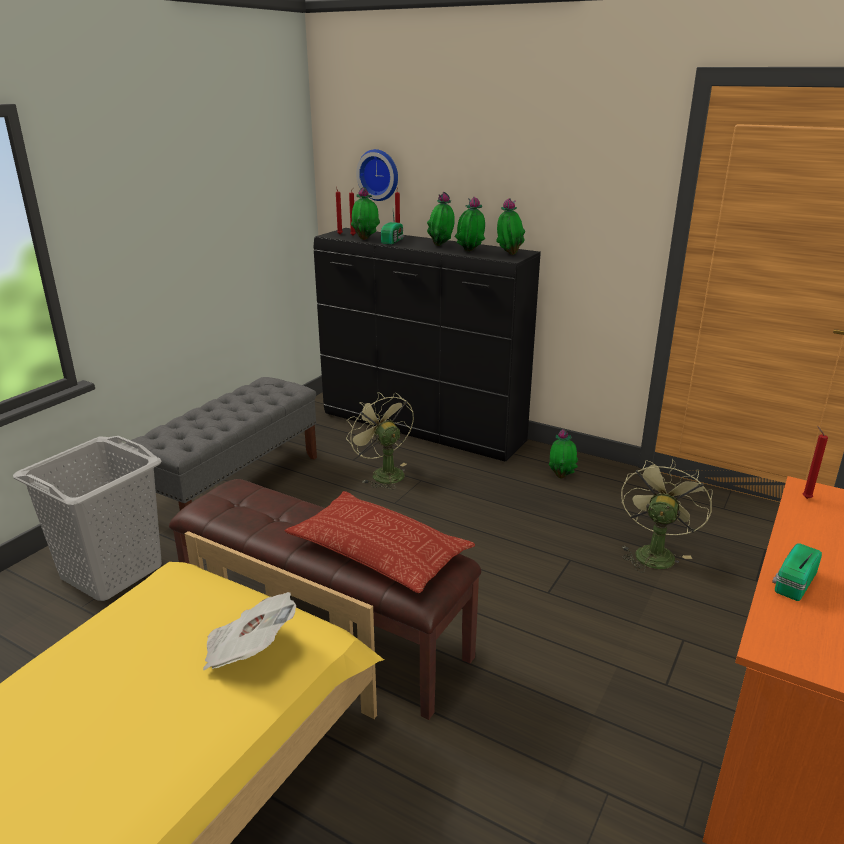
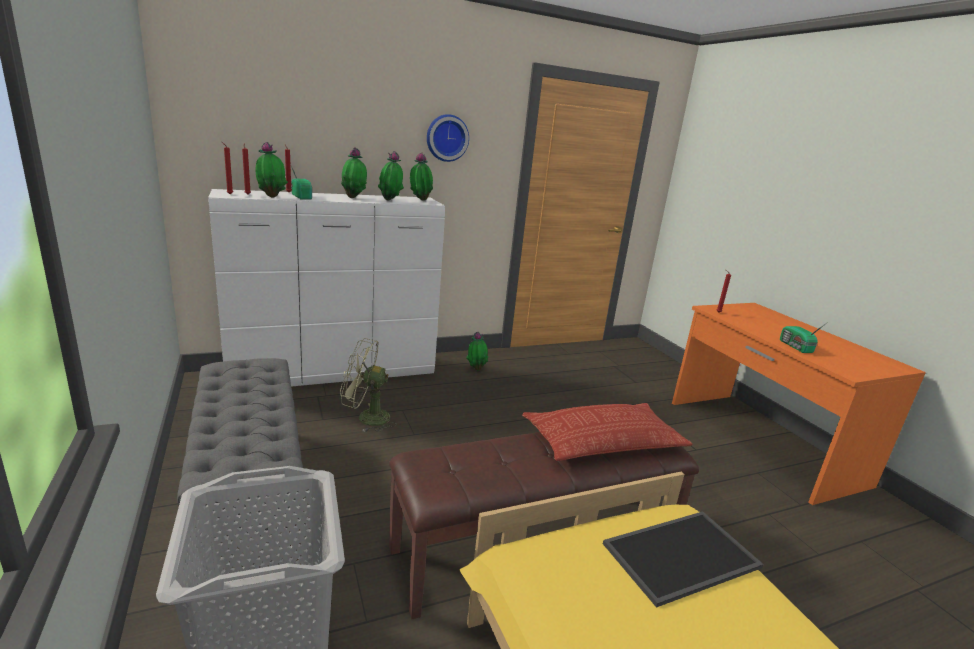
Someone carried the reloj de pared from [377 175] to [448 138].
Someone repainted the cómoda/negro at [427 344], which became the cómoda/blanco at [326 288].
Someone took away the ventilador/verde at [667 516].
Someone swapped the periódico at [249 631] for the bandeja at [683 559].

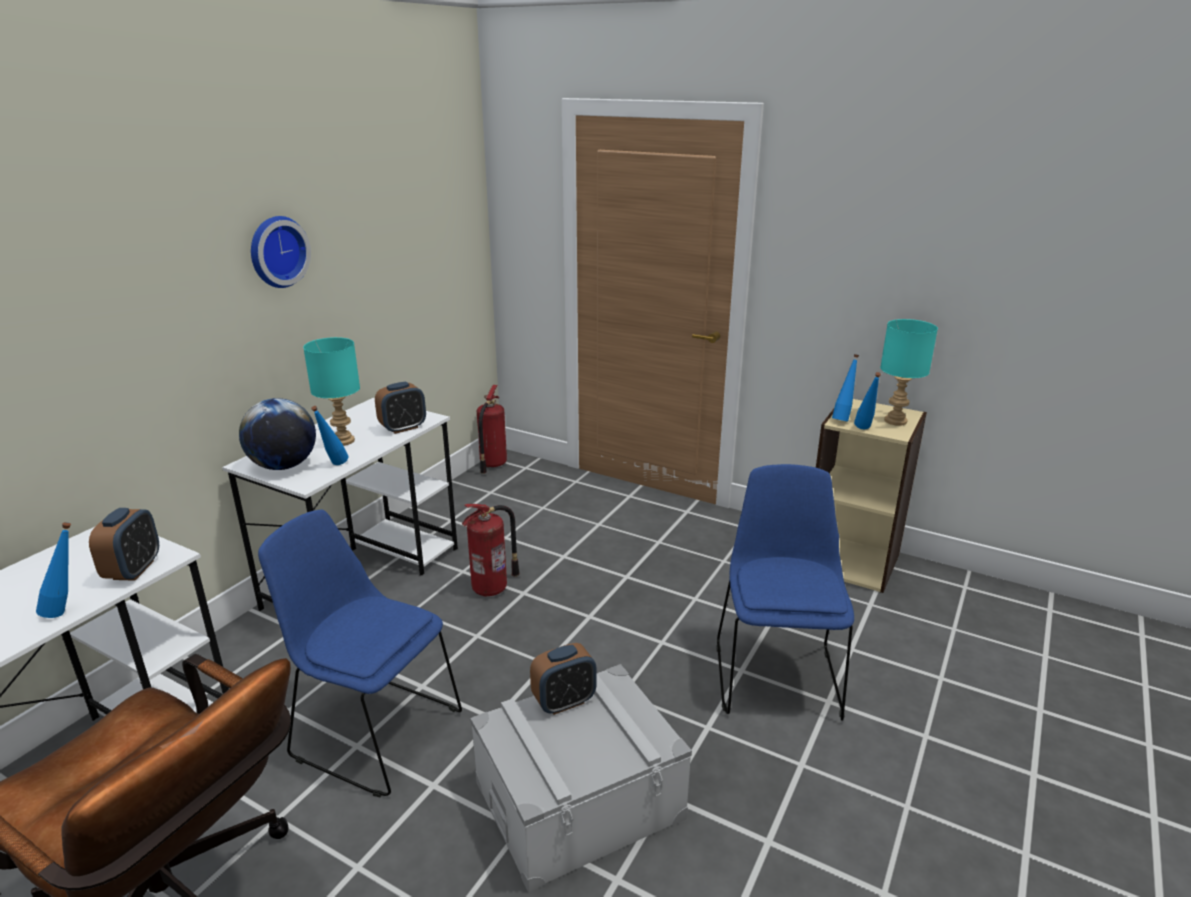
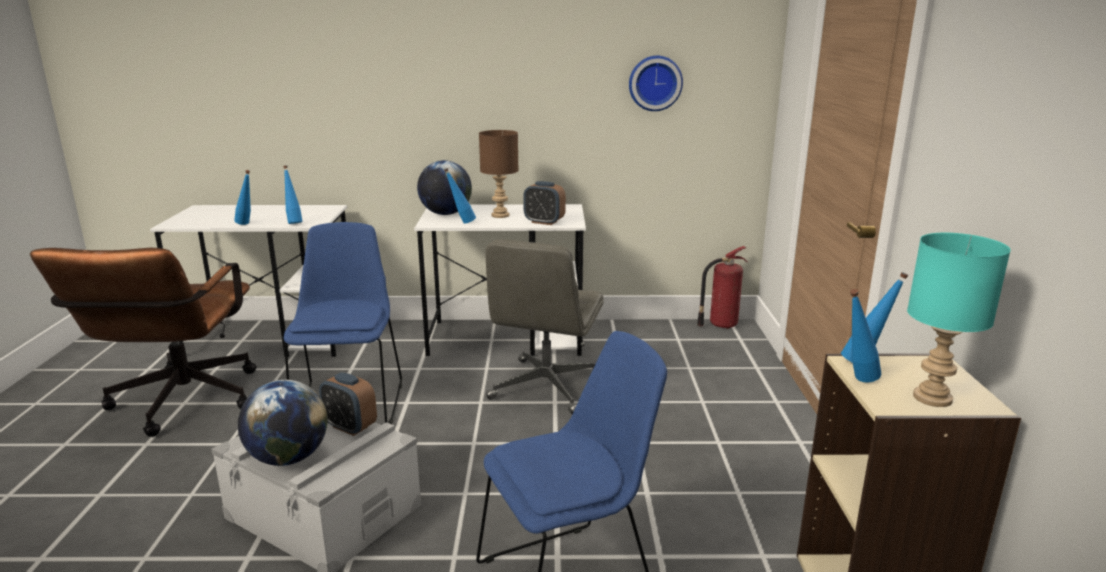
Someone carried the reloj de pared from [281 252] to [656 83].
Someone repainted the lámpara de mesa/turquesa at [331 391], which became the lámpara de mesa/marrón at [499 174].
Someone swapped the extintor at [491 550] for the silla de oficina/gris at [544 326].
Someone swapped the despertador at [124 544] for the botella/azul at [293 195].
Someone put down the globo terráqueo at [283 423].

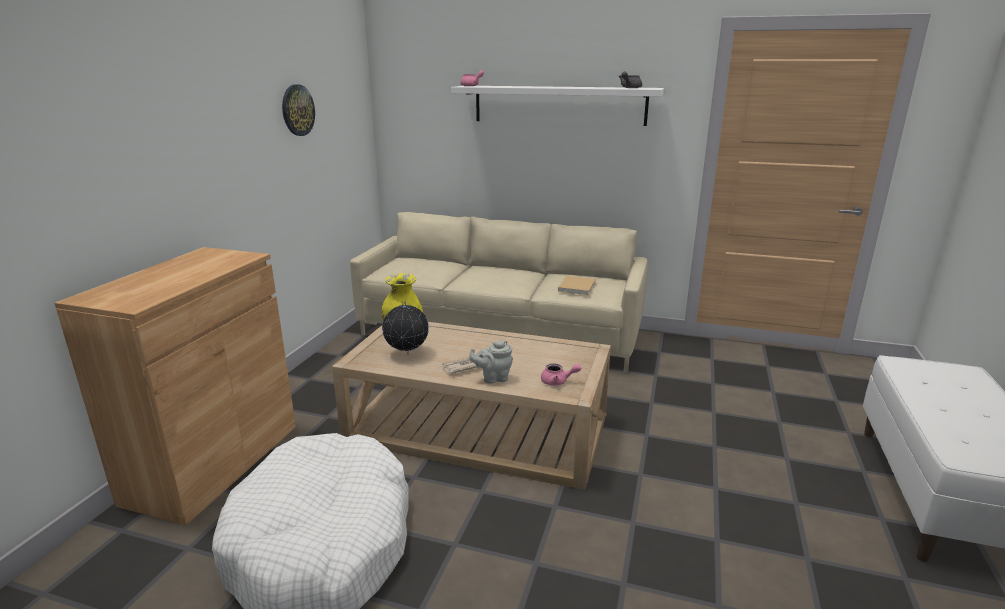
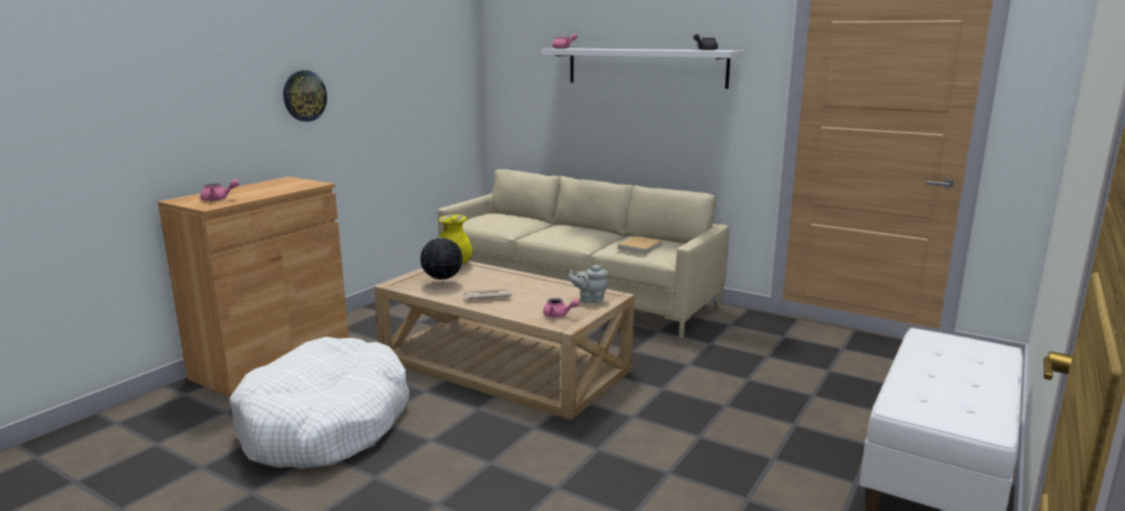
Someone carried the reloj de pared from [298 110] to [305 96].
Someone carried the tetera/gris from [491 362] to [588 284].
Someone put down the tetera/rosa at [219 190].

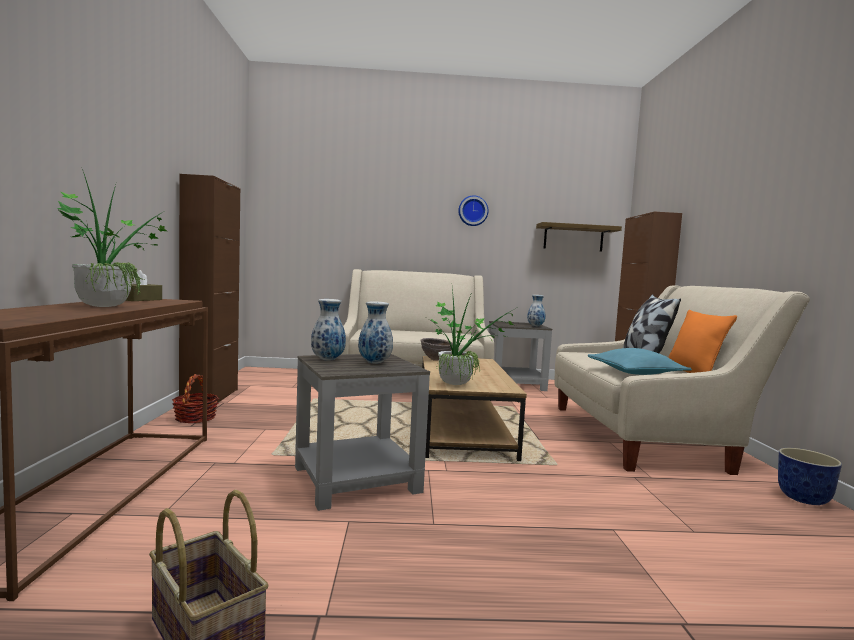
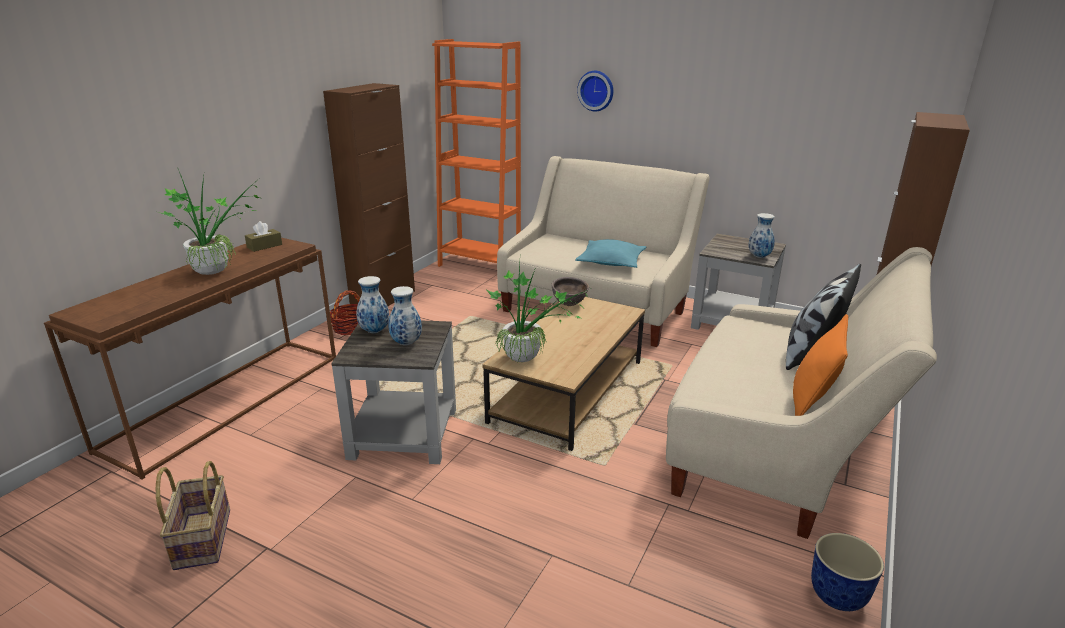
Someone carried the reloj de pared from [473 210] to [595 91].
Someone took away the estante at [579 237].
Someone carried the cojín/turquesa from [640 361] to [610 253].
Someone put down the estantería/naranja at [476 153].

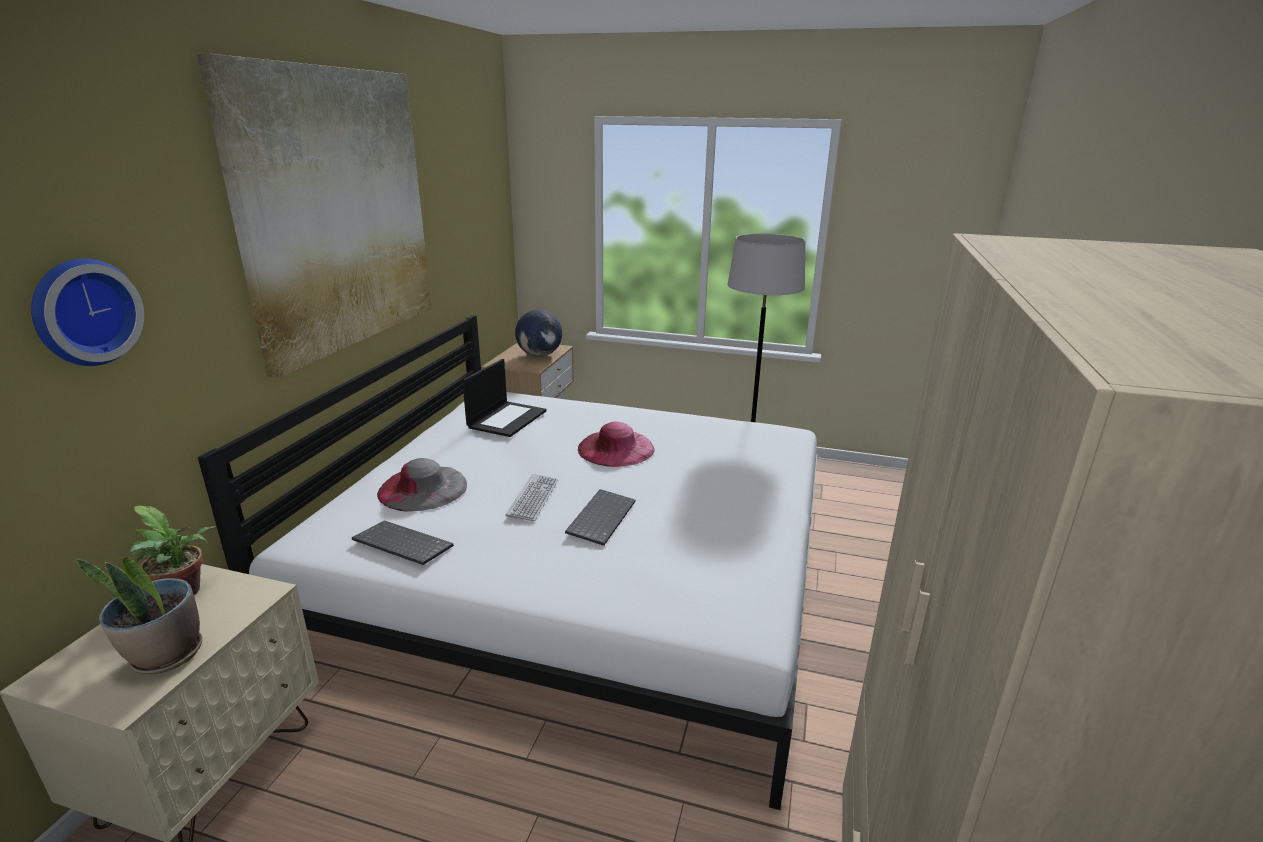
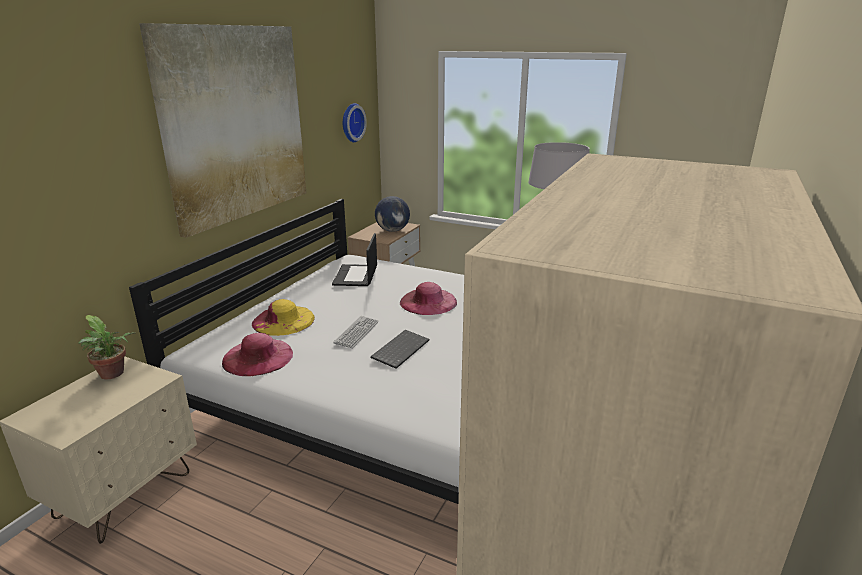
Someone carried the reloj de pared from [87 312] to [355 122].
Someone rotated the portátil at [504 398] by 150 degrees clockwise.
Someone repainted the sombrero/gris at [422 485], which became the sombrero/amarillo at [283 317].
Someone swapped the teclado at [403 542] for the sombrero/rosa at [257 354].
Someone took away the planta en maceta at [139 615].

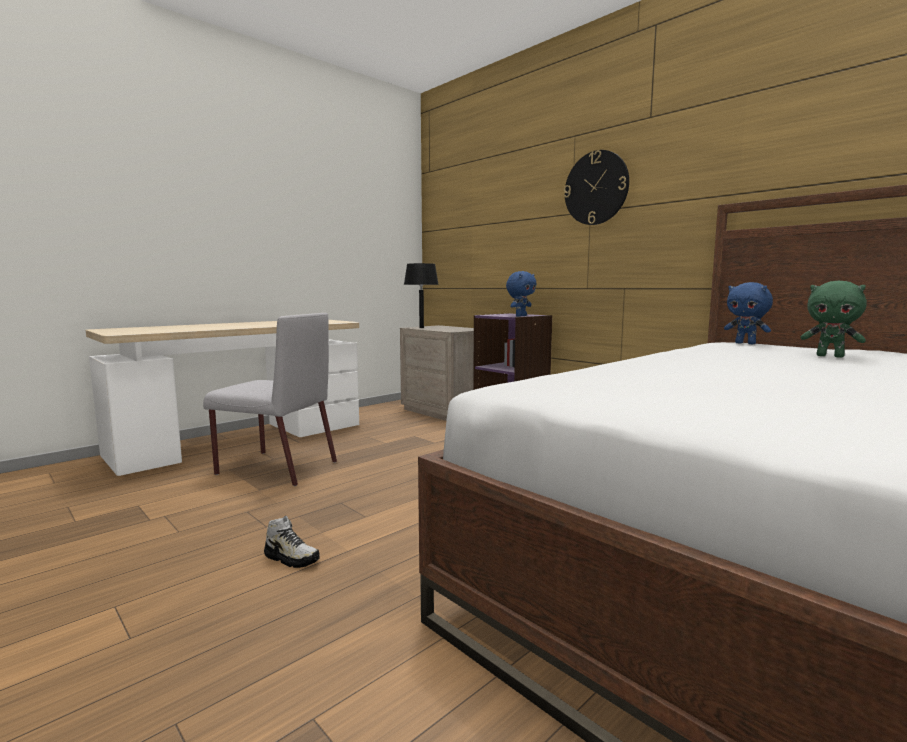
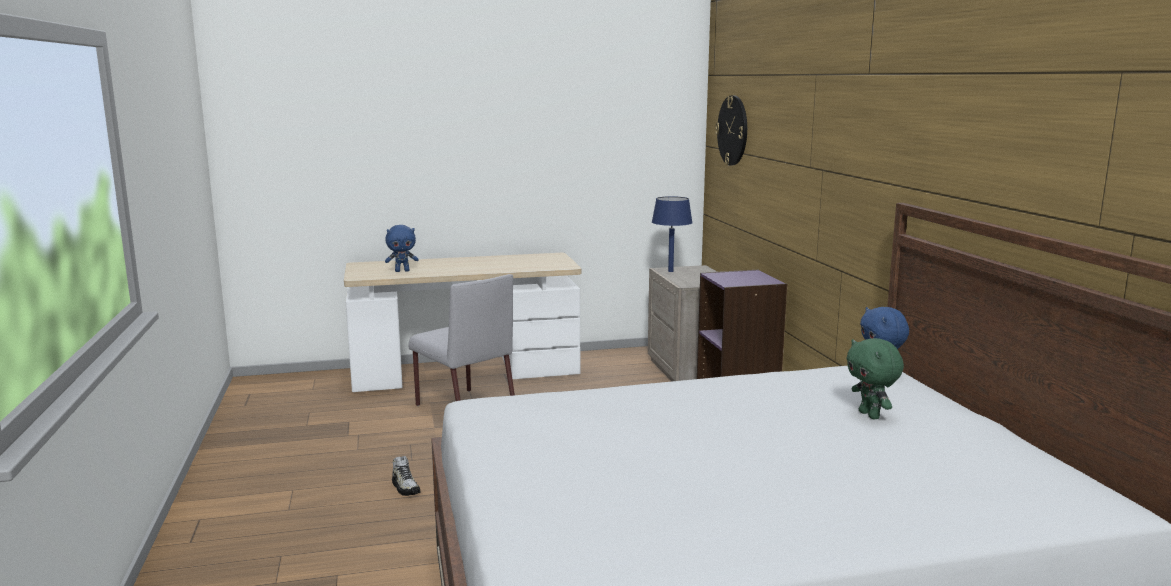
Someone carried the reloj de pared from [596 187] to [731 130].
Someone repainted the lámpara de mesa/negro at [421 295], which became the lámpara de mesa/azul at [672 234].
Someone carried the peluche/azul from [521 294] to [401 248].

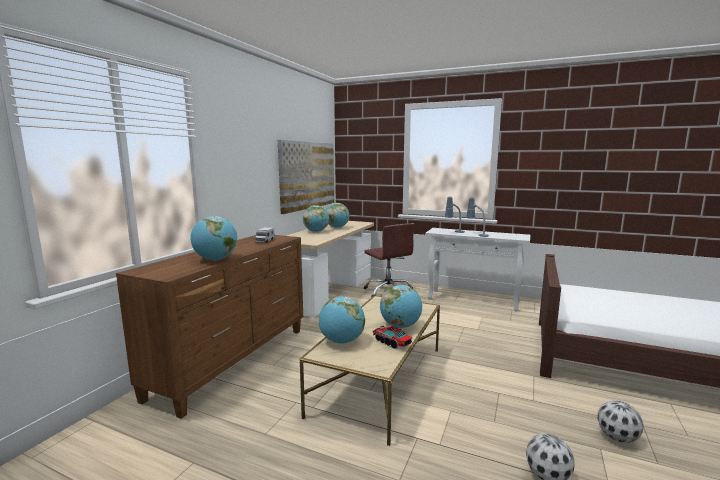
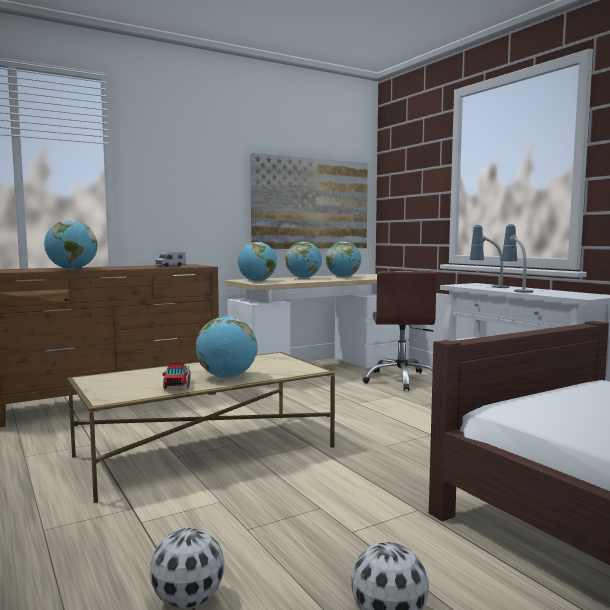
Someone carried the globo terráqueo from [342 319] to [257 262].

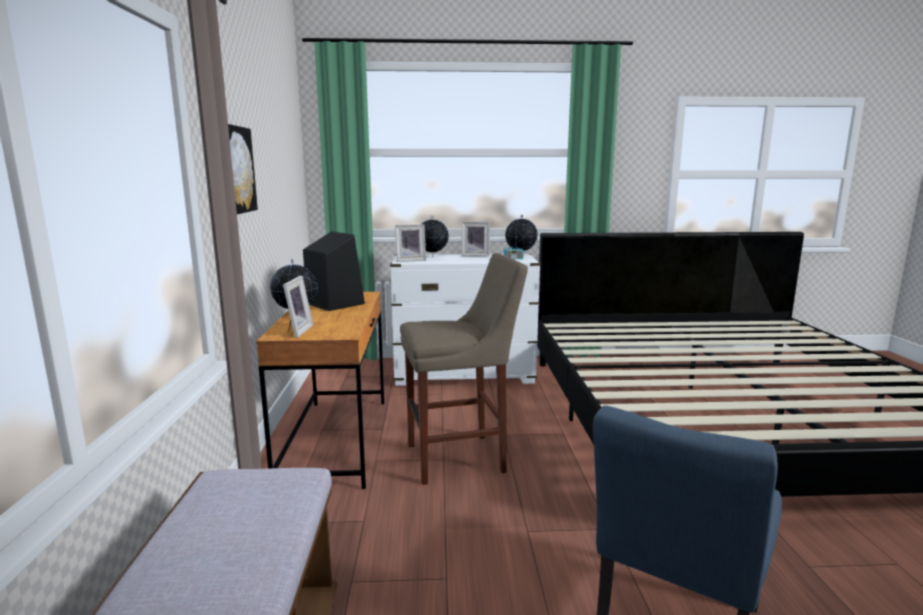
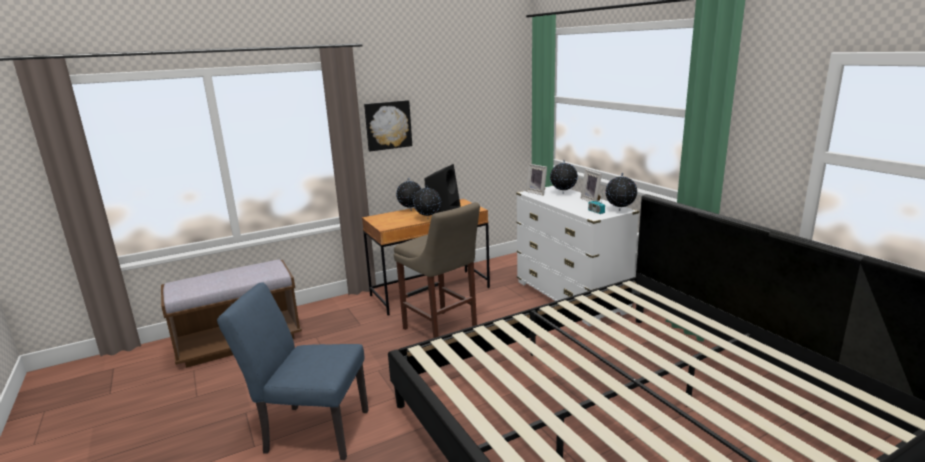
Someone took away the portarretratos at [298 307].
Someone put down the globo terráqueo at [427 201].

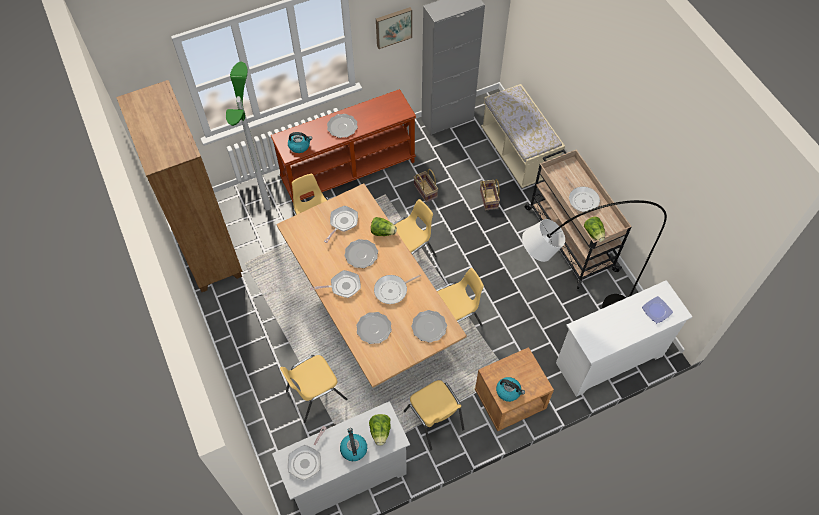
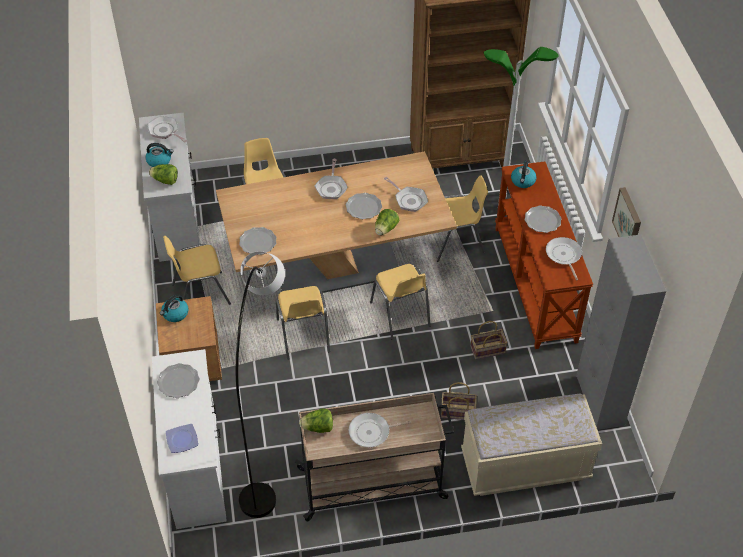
Someone carried the sartén from [397 289] to [564 259].
Someone carried the plato from [374 328] to [178 380].

